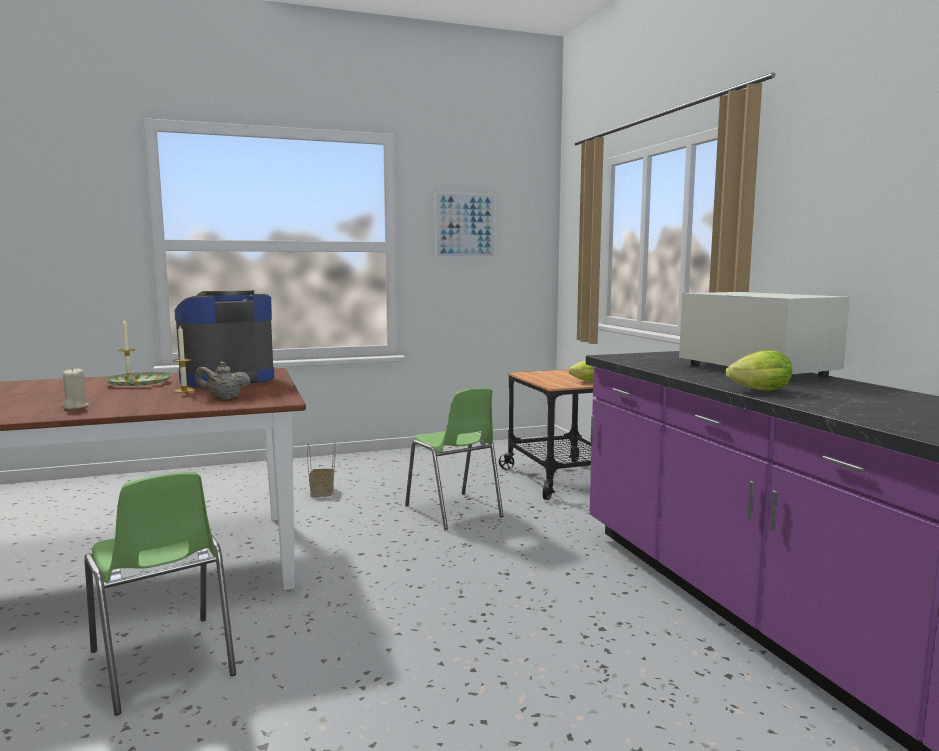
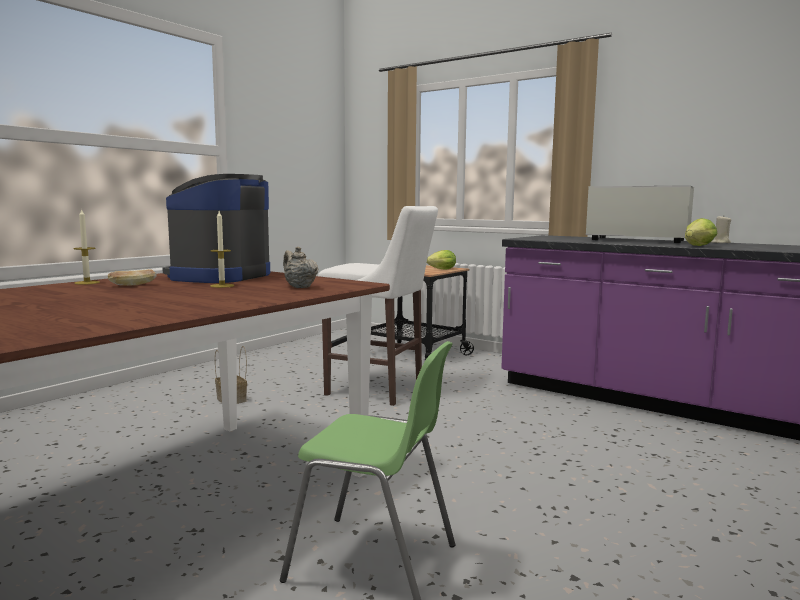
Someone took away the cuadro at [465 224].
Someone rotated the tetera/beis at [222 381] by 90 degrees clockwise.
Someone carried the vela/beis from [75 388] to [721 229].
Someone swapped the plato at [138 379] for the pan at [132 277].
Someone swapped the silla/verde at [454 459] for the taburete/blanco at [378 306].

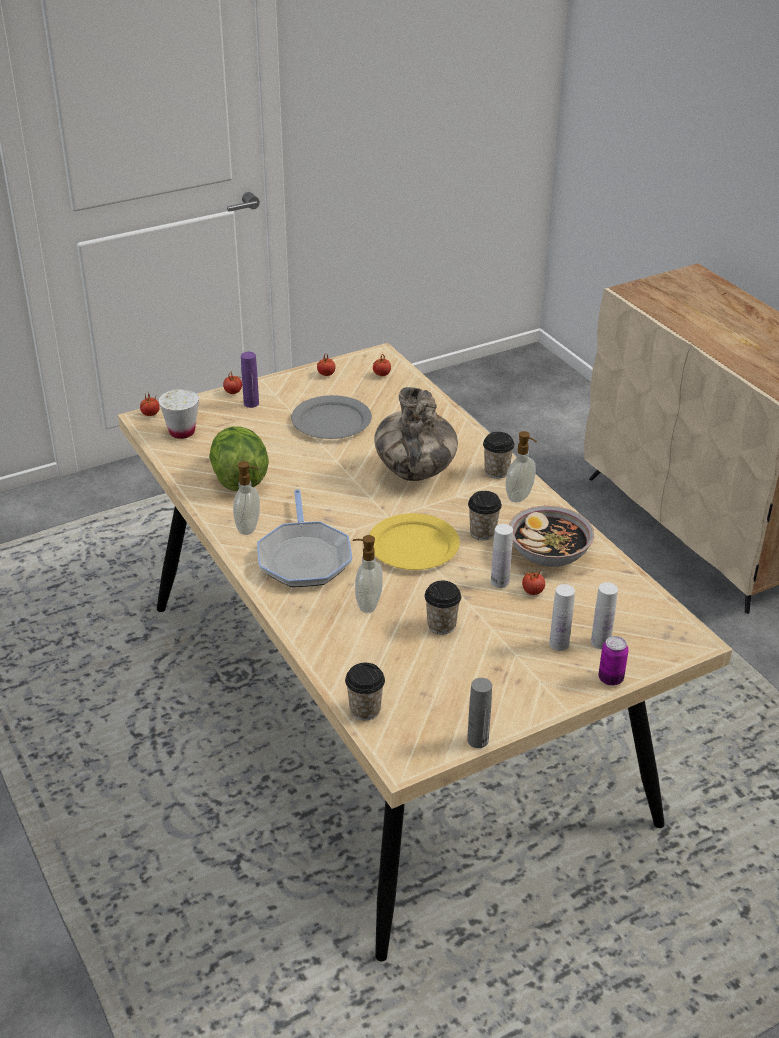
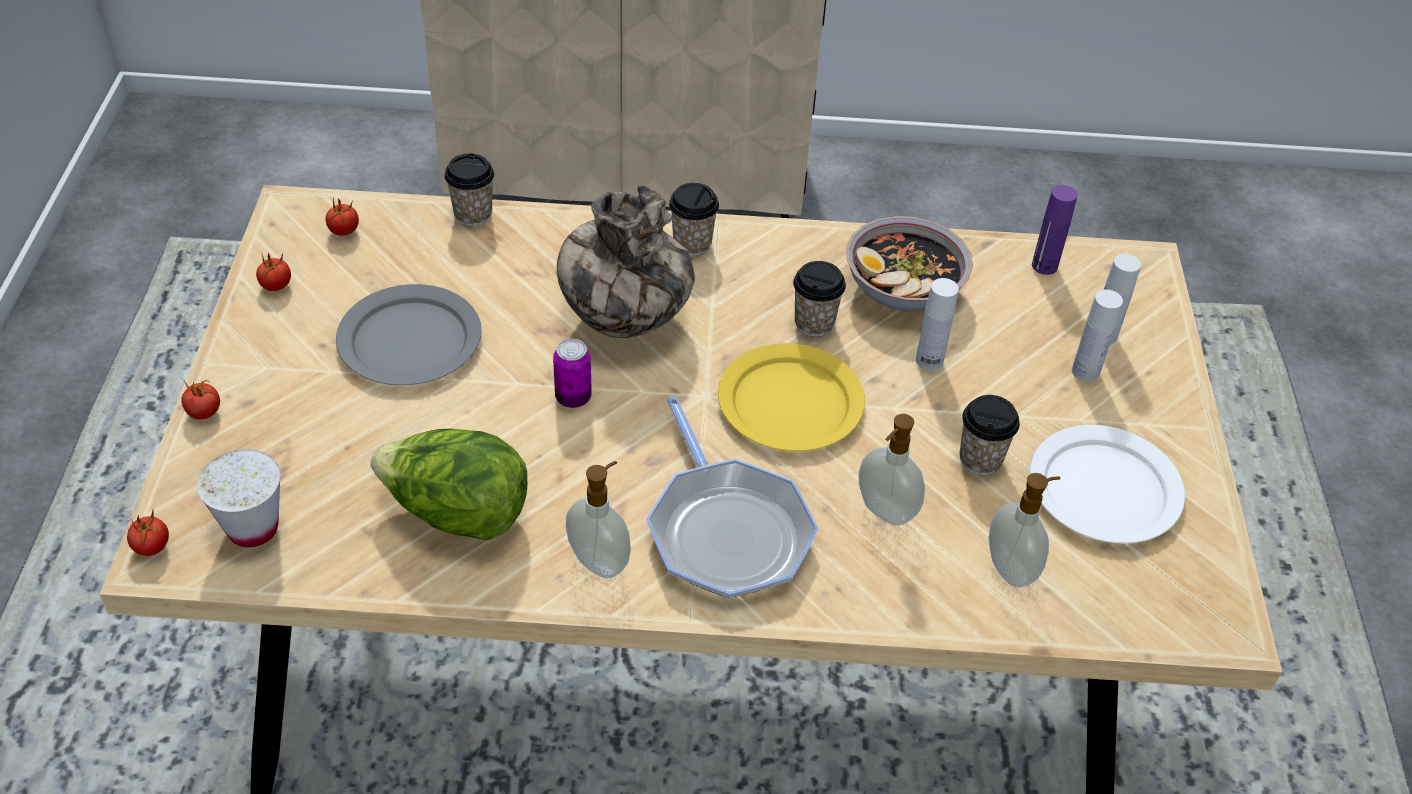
Someone carried the botella/morado from [250 380] to [1055 230].
Someone carried the dispensador de jabón from [521 467] to [1025 530].
Someone rotated the sartén at [304 538] by 45 degrees clockwise.
Someone took away the tomate at [533 582].
Someone carried the lata from [613 661] to [572 373].
Someone carried the taza from [365 691] to [469 189].
Someone took away the botella/gris at [479 713].
Someone put down the plato/blanco at [1107 484].

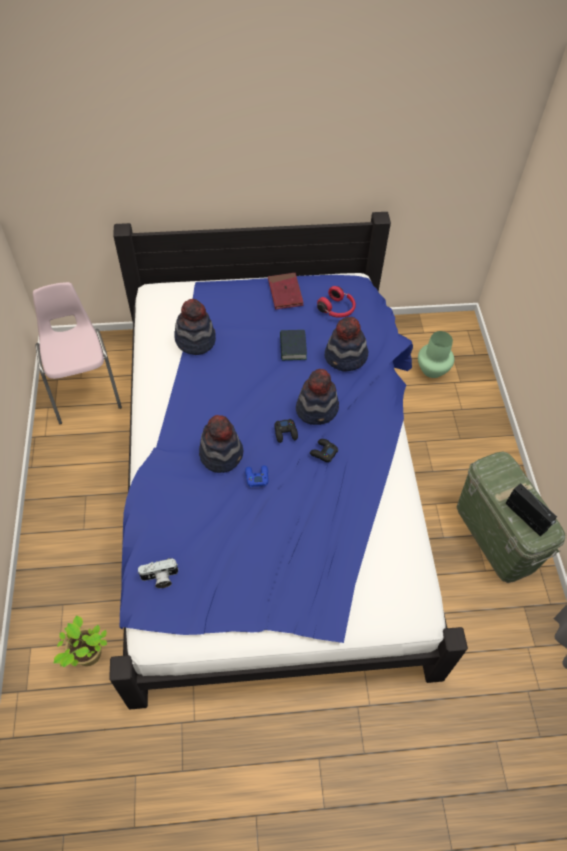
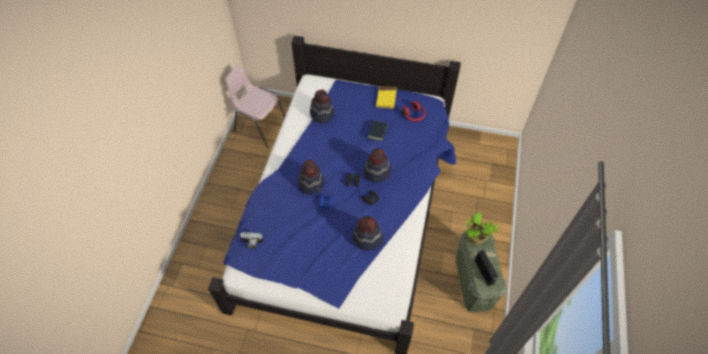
Someone repainted the libro/rojo at [286 291], which became the libro/amarillo at [386 97].
Someone rotated the silla/rosa at [77 353] by 60 degrees counterclockwise.
Someone carried the sombrero from [346 344] to [368 233].
Someone took away the florero/verde at [436 354].
Someone carried the planta en maceta from [80 641] to [482 228].

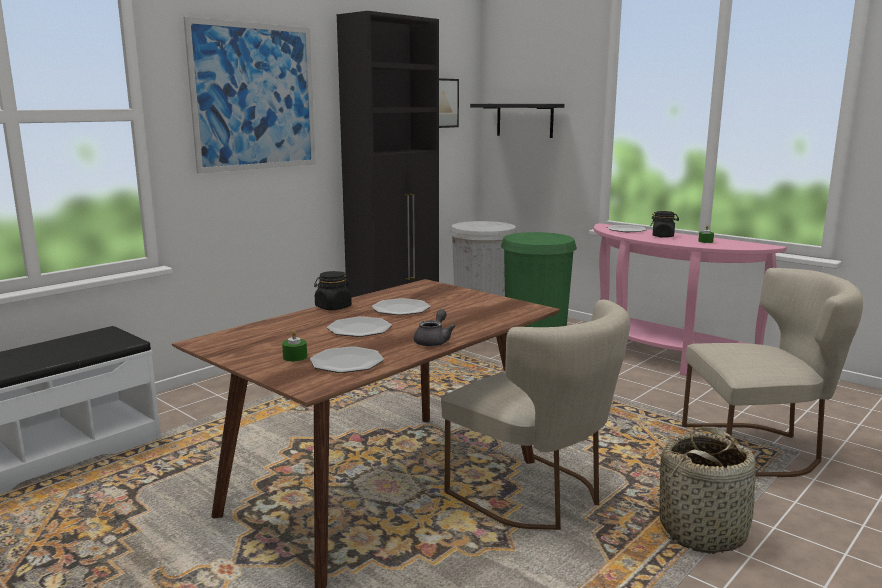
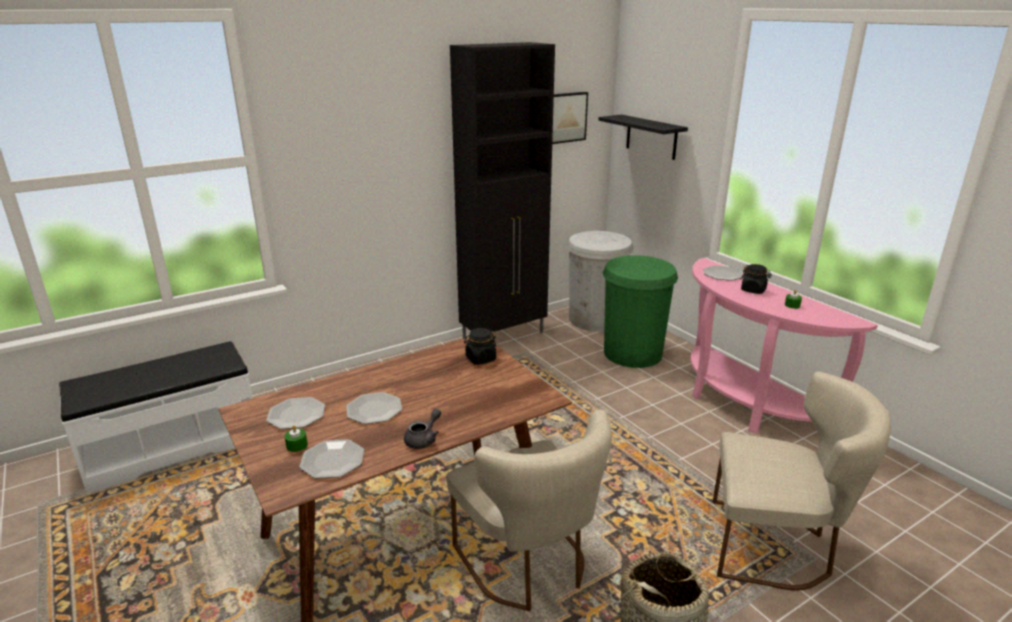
Someone took away the cuadro at [249 95].
Someone carried the tarro/negro from [333 290] to [480 346].
Someone carried the plato from [400 306] to [295 413].

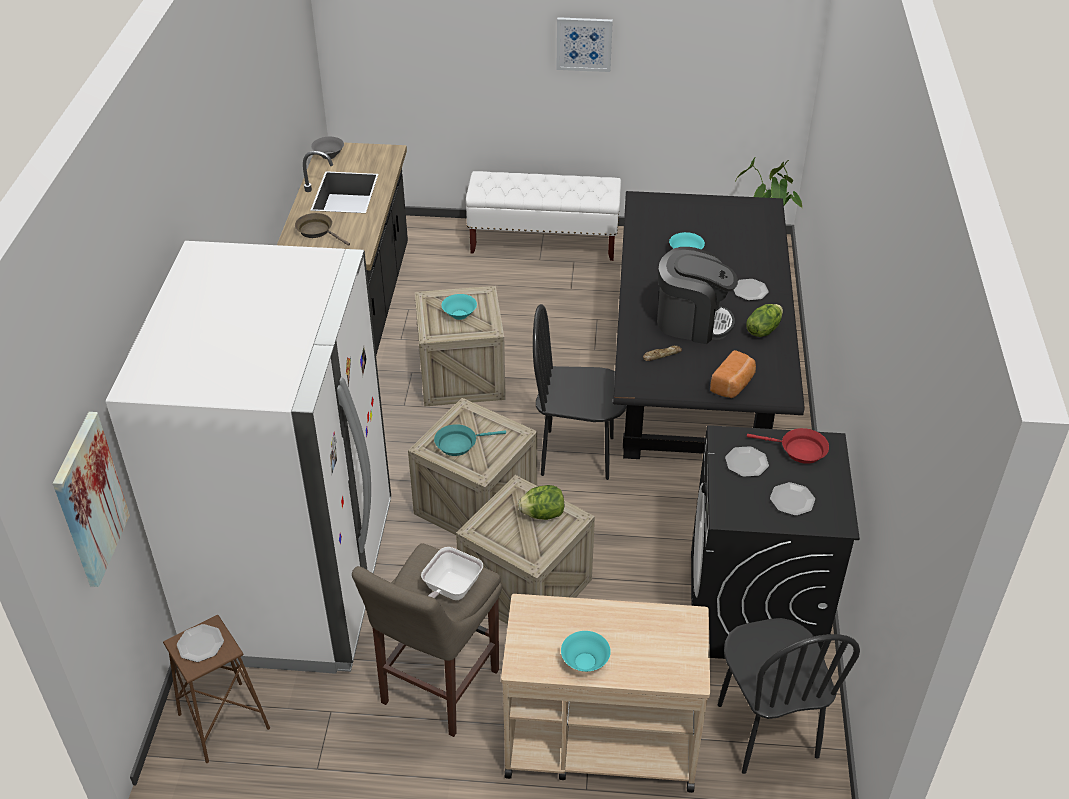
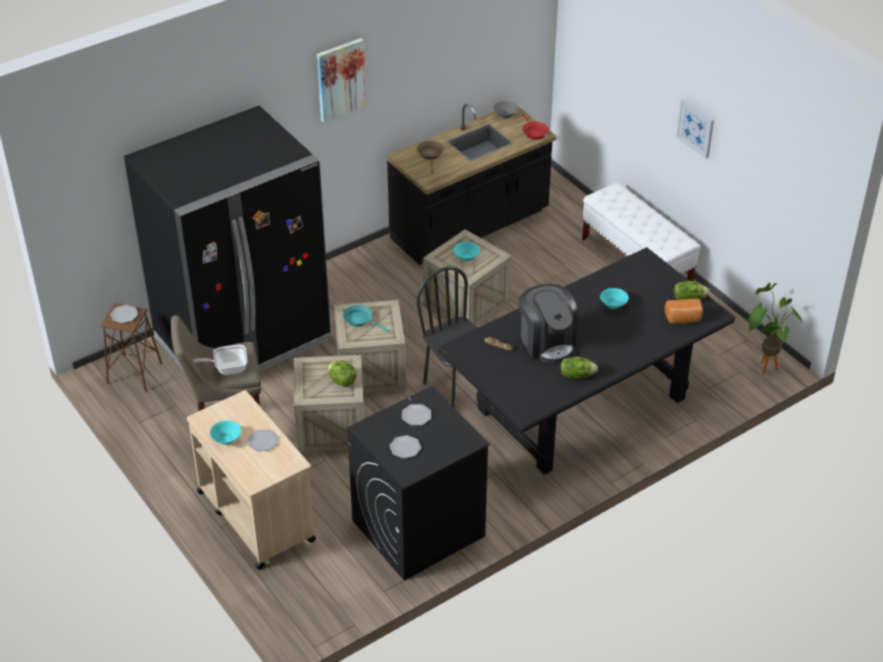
Someone repainted the nevera/blanco at [248 457], which became the nevera/negro at [227 239].
Someone carried the plato from [751 290] to [263 440].
Someone carried the pan from [733 374] to [684 311].
Someone carried the cuadro from [91 499] to [341 80].
Someone carried the sartén/rojo from [788 446] to [535 127].
Someone took away the silla/negro at [789 696].
Someone put down the lechuga at [692 290].

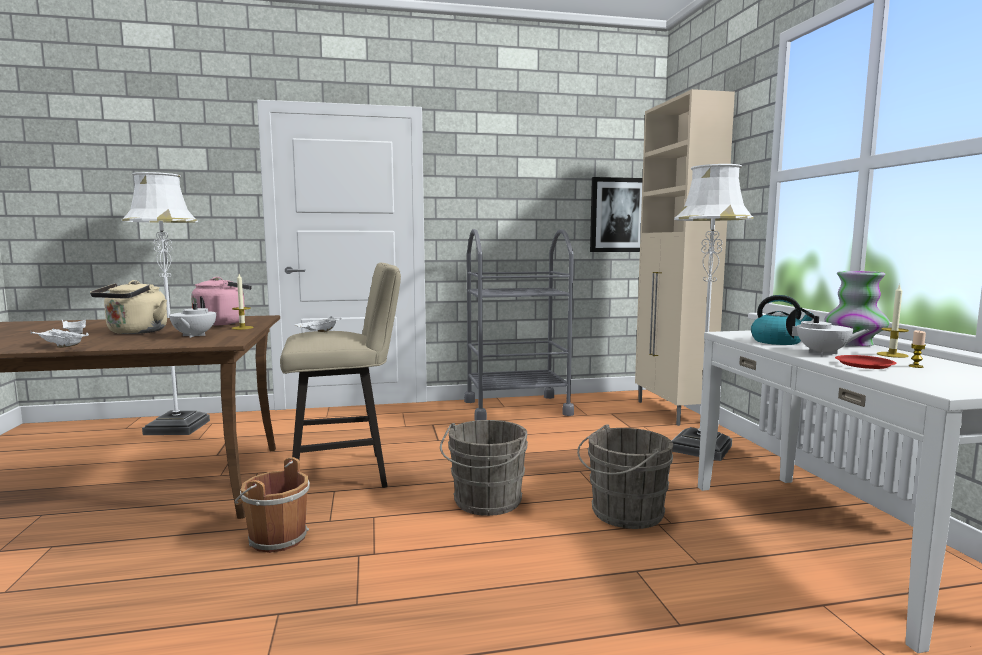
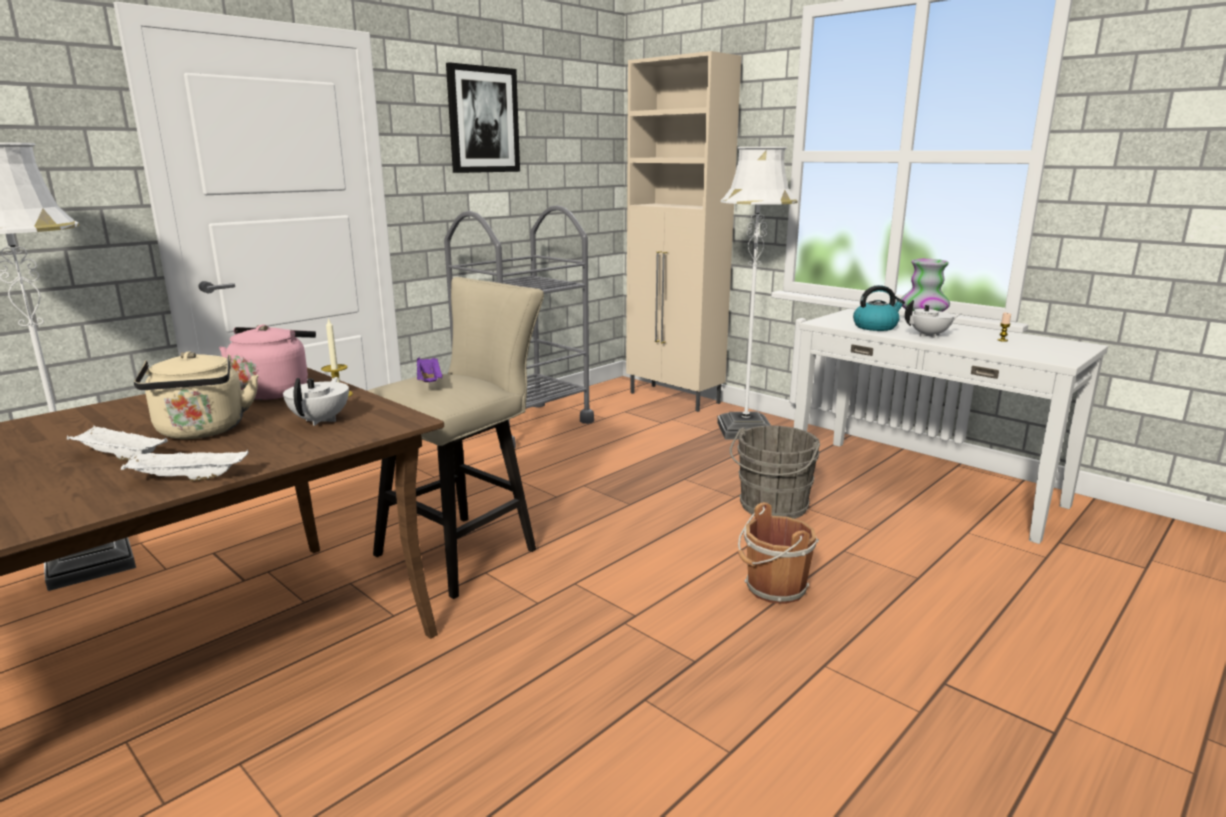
Someone carried the cuadro from [616 214] to [483 117].
Someone took away the vela at [893 321].
Someone rotated the tetera/blanco at [192 317] by 135 degrees counterclockwise.
Someone repainted the bandeja/blanco at [318 324], which became the bandeja/morado at [430 369].
Someone took away the plato/rojo at [865 362].
Someone took away the cubo/gris at [484 468].
Someone carried the cubo/marrón from [272 505] to [778 553].

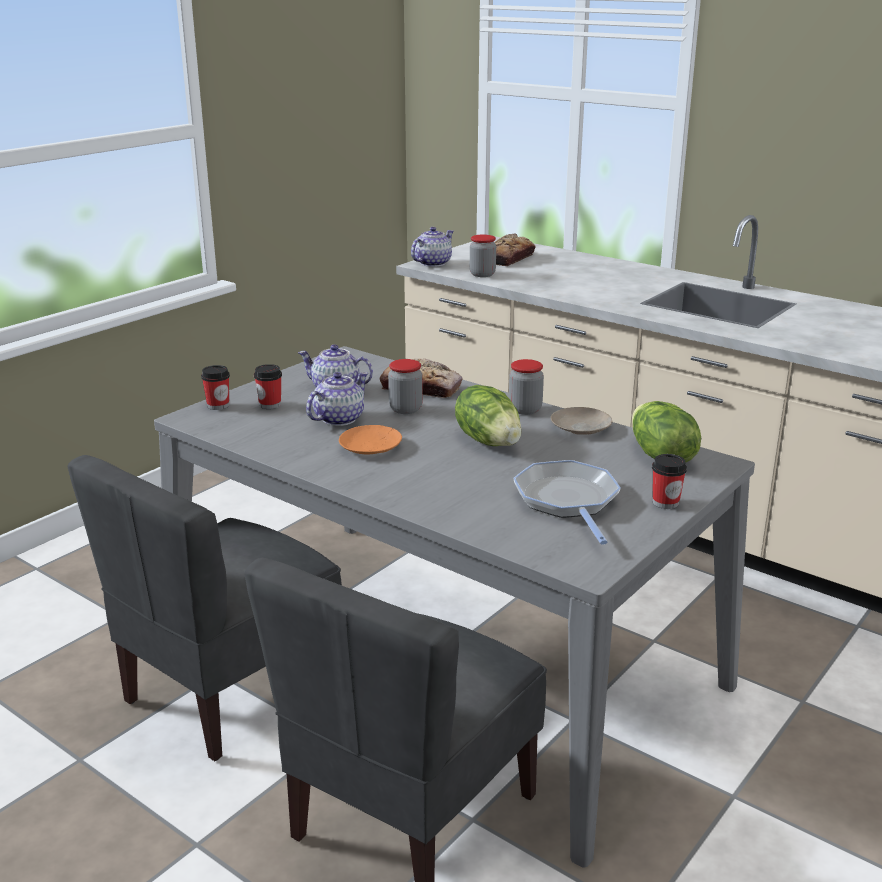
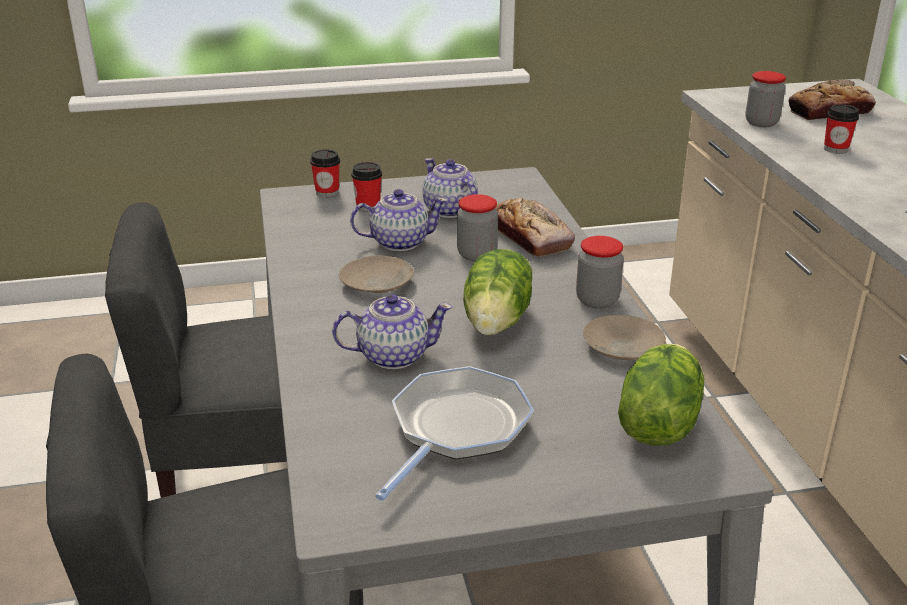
Someone carried the tetera from [432 247] to [392 331].
Someone repainted the plato/naranja at [370 439], which became the plato/beis at [376 274].
Someone carried the taza from [669 481] to [841 129].

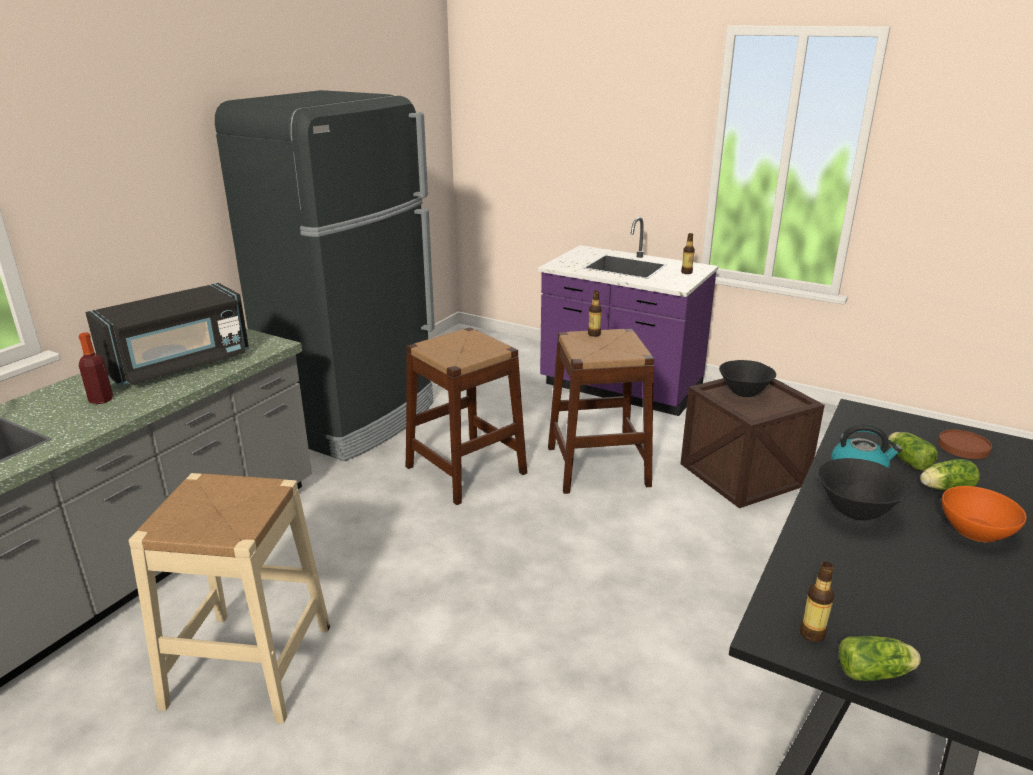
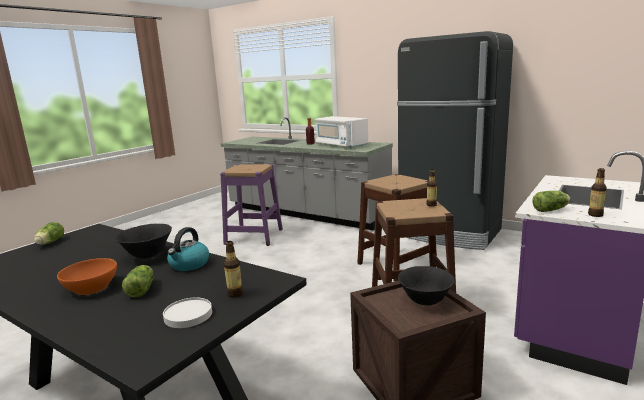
Someone repainted the microondas/negro at [167 334], which became the microondas/blanco at [341 132].
Someone repainted the plato/marrón at [965 444], which became the plato/blanco at [187 312].
Someone carried the lechuga from [913 451] to [551 201].
Someone repainted the taburete/beis at [229 598], which became the taburete/morado at [251 205].
Someone carried the botella from [817 602] to [233 269].

